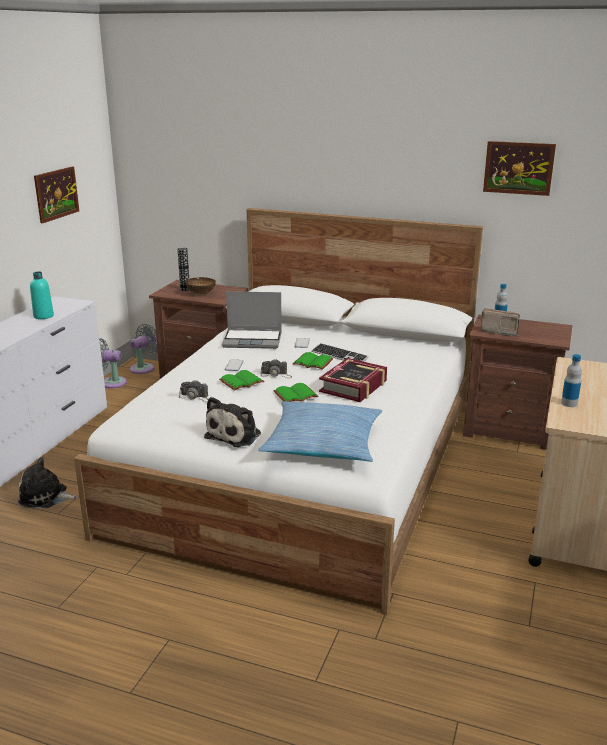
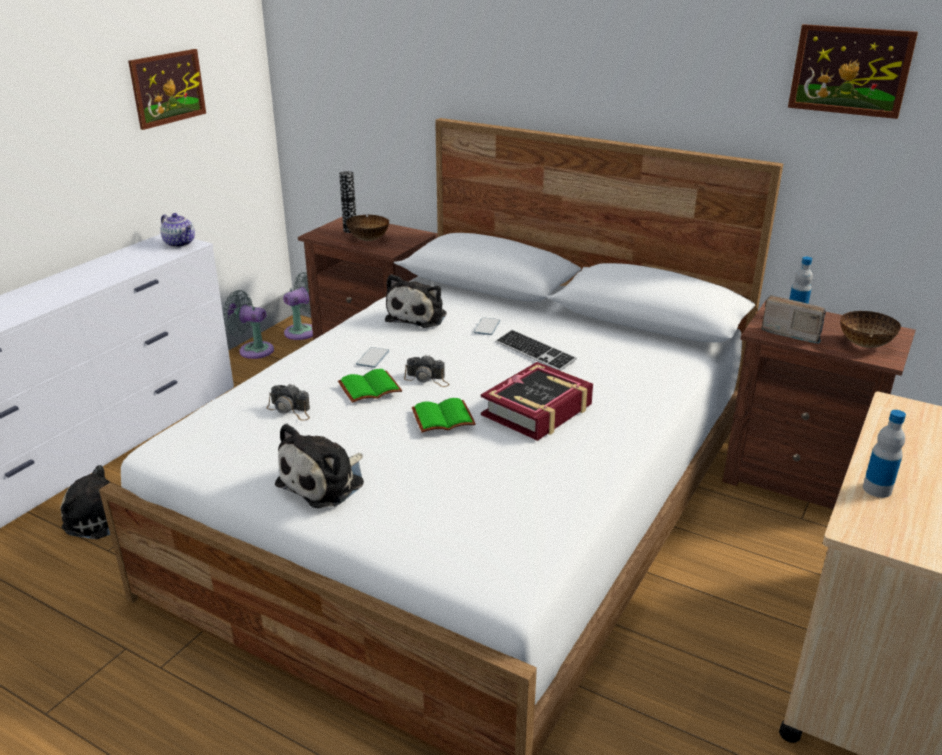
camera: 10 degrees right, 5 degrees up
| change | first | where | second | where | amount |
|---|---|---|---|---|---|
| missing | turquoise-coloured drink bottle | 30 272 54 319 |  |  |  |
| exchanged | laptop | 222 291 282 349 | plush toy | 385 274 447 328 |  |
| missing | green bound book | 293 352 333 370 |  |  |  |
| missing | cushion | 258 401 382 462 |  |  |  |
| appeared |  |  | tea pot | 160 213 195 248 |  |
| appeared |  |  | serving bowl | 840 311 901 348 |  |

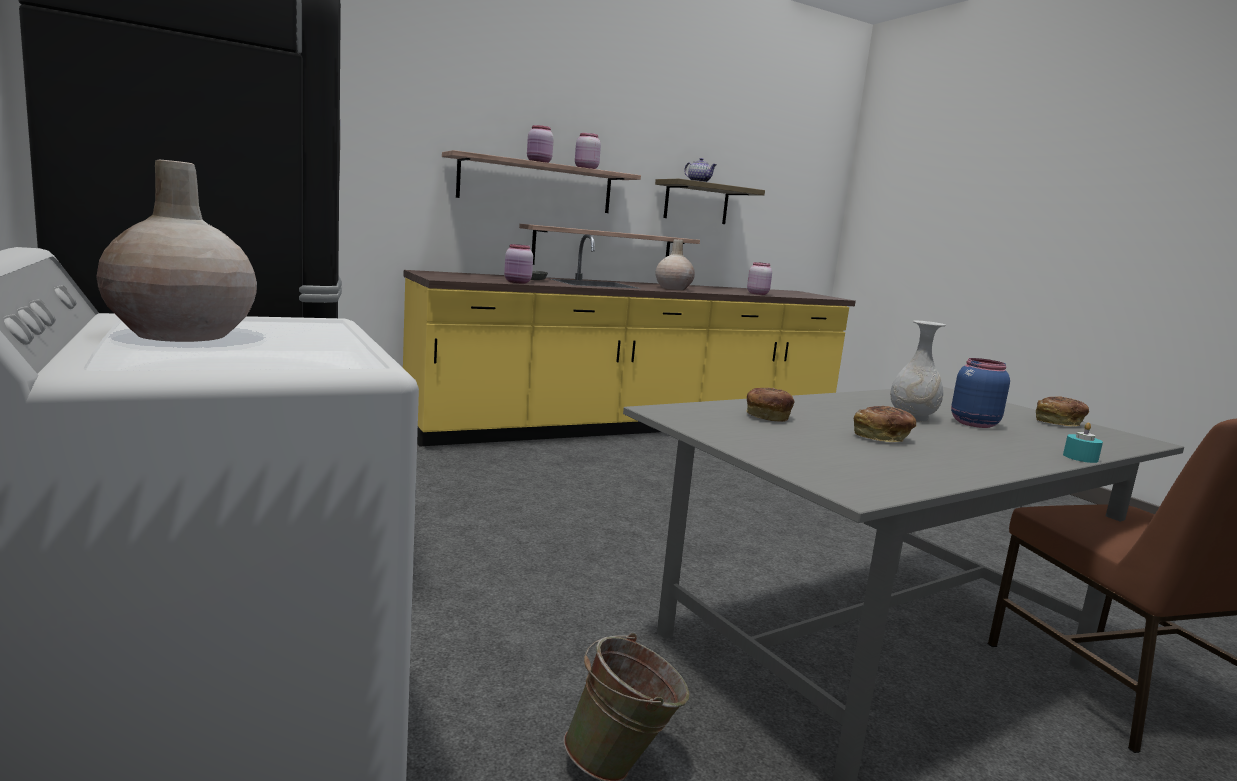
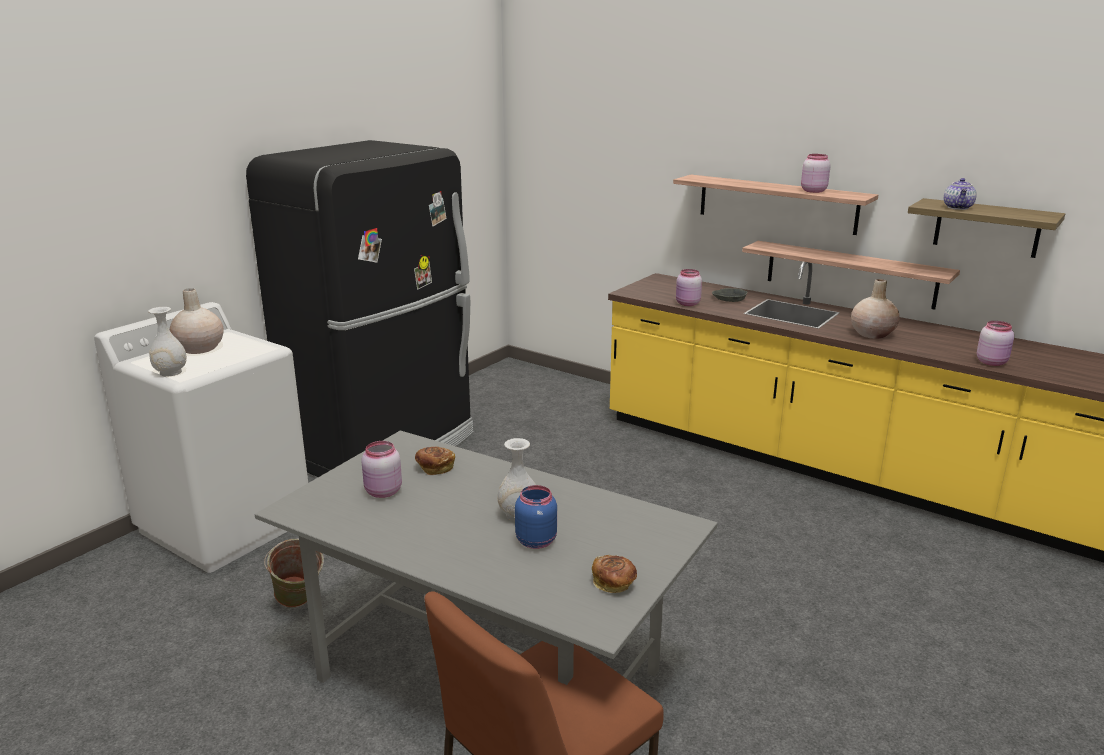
camera: 65 degrees right, 10 degrees up
| change | first | where | second | where | amount |
|---|---|---|---|---|---|
| relocated | pinkish jar | 527 125 554 163 |  | 361 441 402 498 |  |
| missing | baked bread | 854 406 916 442 |  |  |  |
| missing | turquoise-coloured candle | 1063 422 1103 463 |  |  |  |
| appeared |  |  | white-coloured decorative vase | 148 307 187 377 |  |

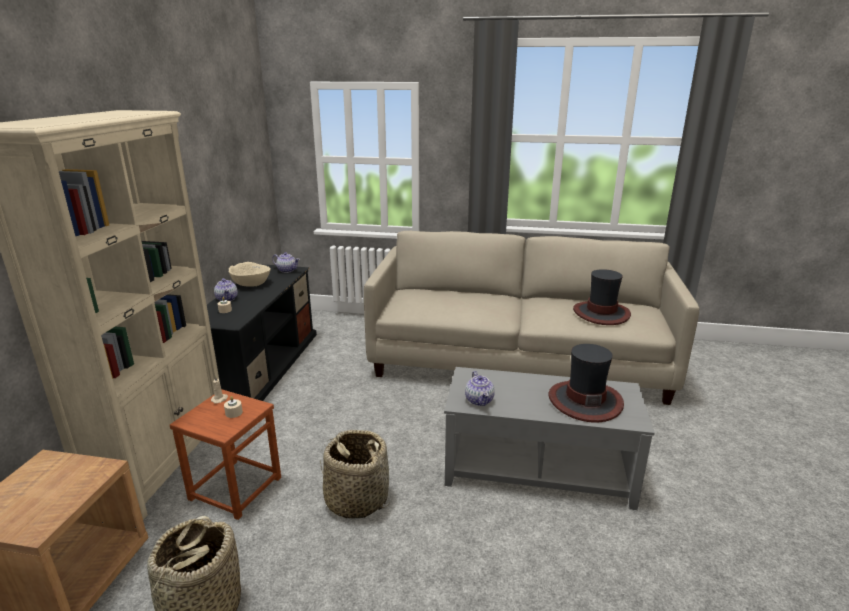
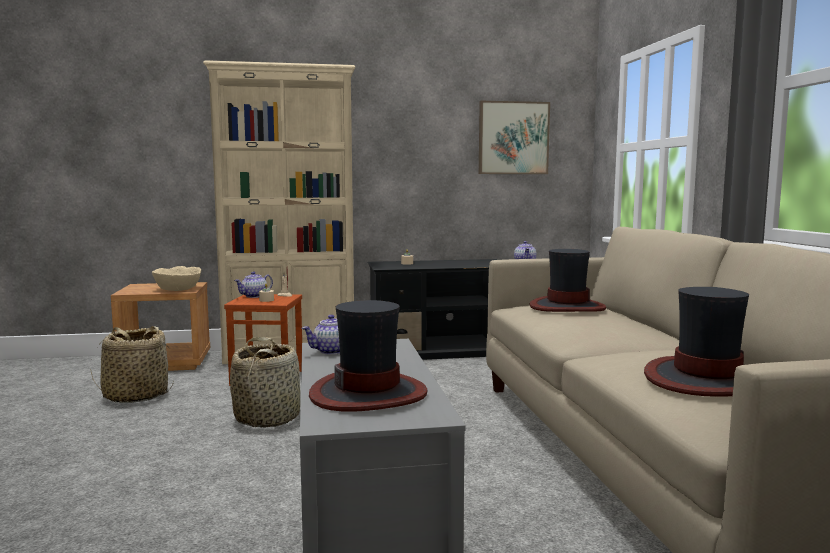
camera: 70 degrees right, 15 degrees down
| change | first | where | second | where | amount |
|---|---|---|---|---|---|
| relocated | beige serving bowl | 229 262 271 287 |  | 152 266 201 291 |  |
| relocated | tea pot | 214 278 238 301 |  | 234 272 273 298 |  |
| appeared |  |  | picture | 479 101 550 174 |  |
| appeared |  |  | clothing hat | 529 249 606 312 |  |

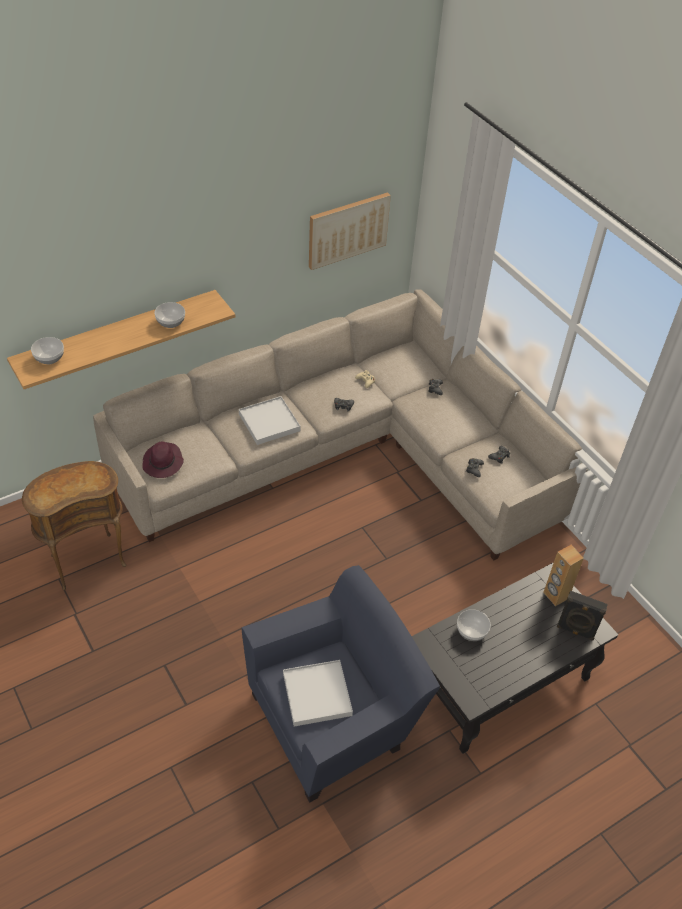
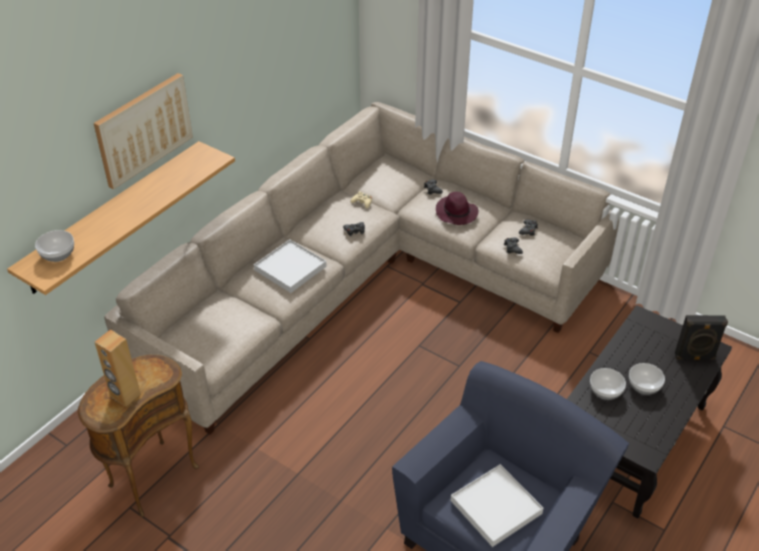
camera: 20 degrees left, 5 degrees down
| change | first | where | second | where | amount |
|---|---|---|---|---|---|
| relocated | picture | 309 192 391 270 |  | 94 73 193 189 |  |
| relocated | serving bowl | 154 302 185 328 |  | 629 363 665 395 |  |
| relocated | purplish clothing hat | 142 441 184 478 |  | 436 192 478 225 |  |
| relocated | brownish audio speaker | 543 545 584 606 |  | 95 329 141 407 |  |

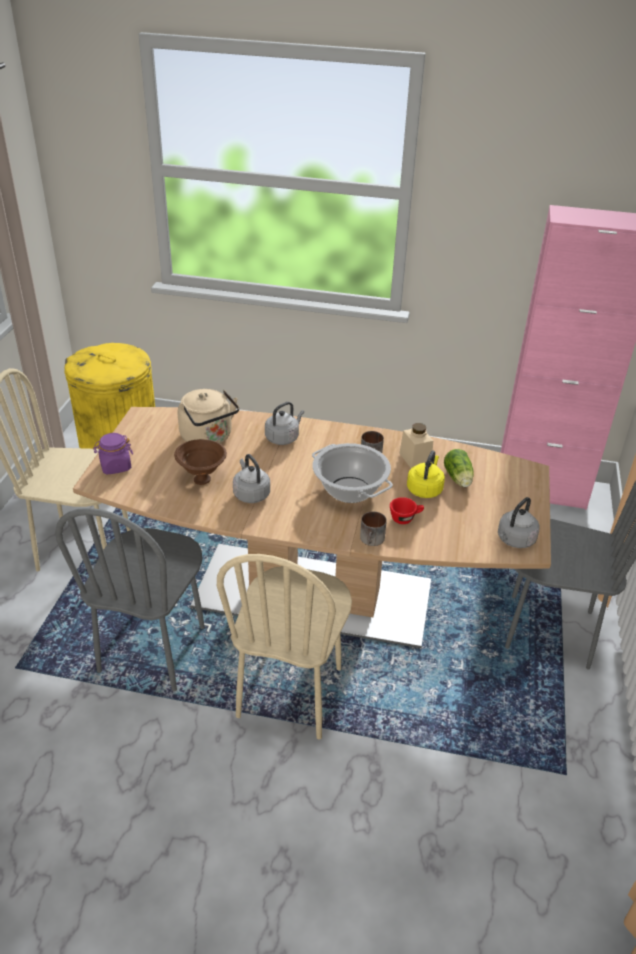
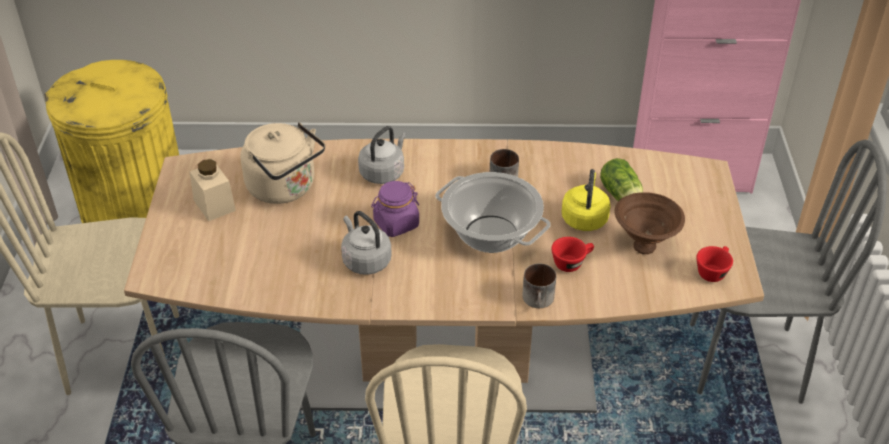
camera: 10 degrees left, 5 degrees up
| change | first | where | second | where | amount |
|---|---|---|---|---|---|
| relocated | beige jar | 399 423 433 468 |  | 189 159 236 221 |  |
| relocated | purplish jar | 93 433 133 474 |  | 371 181 419 237 |  |
| relocated | brownish serving bowl | 174 439 227 485 |  | 615 192 685 254 |  |
| exchanged | grey water kettle | 498 497 540 548 | red cup | 696 246 733 282 |  |

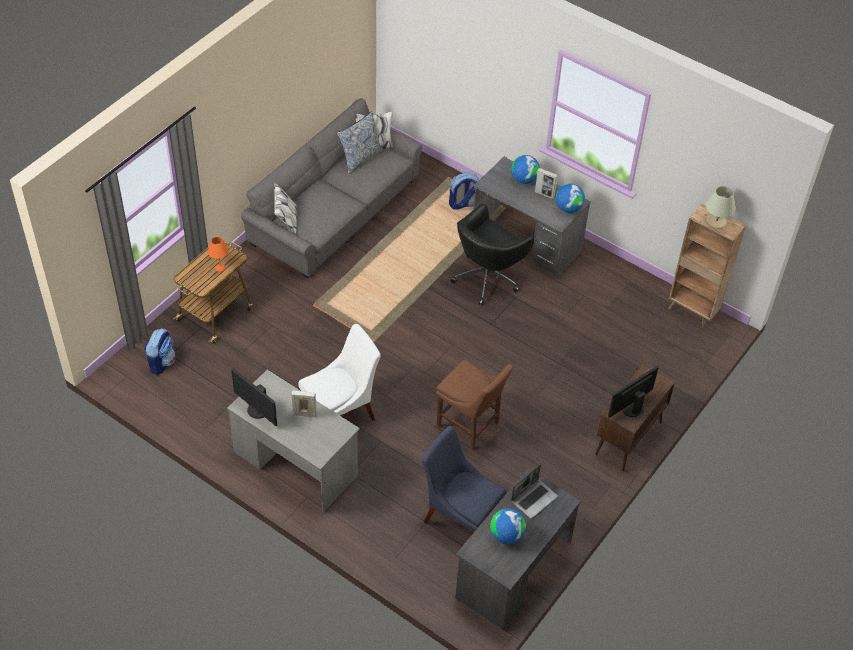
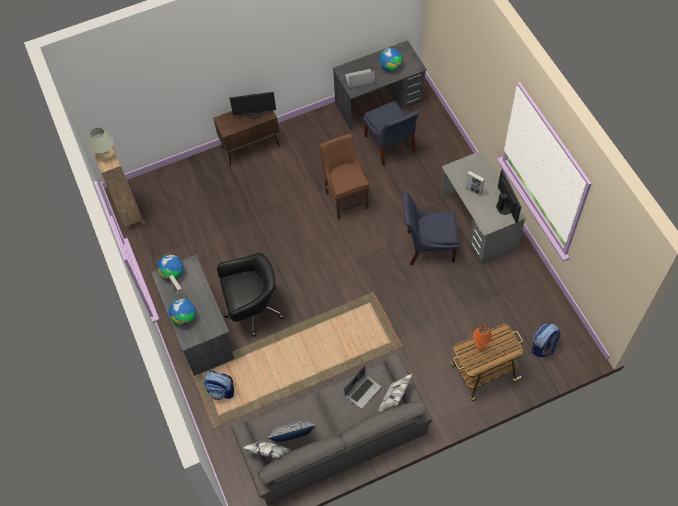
camera: 145 degrees left, 10 degrees up
| change | first | where | second | where | amount |
|---|---|---|---|---|---|
| colour | white-coloured plain chair | 298 324 380 421 | bluish plain chair | 403 192 458 265 |  |
| appeared |  |  | laptop | 344 366 381 409 |  |

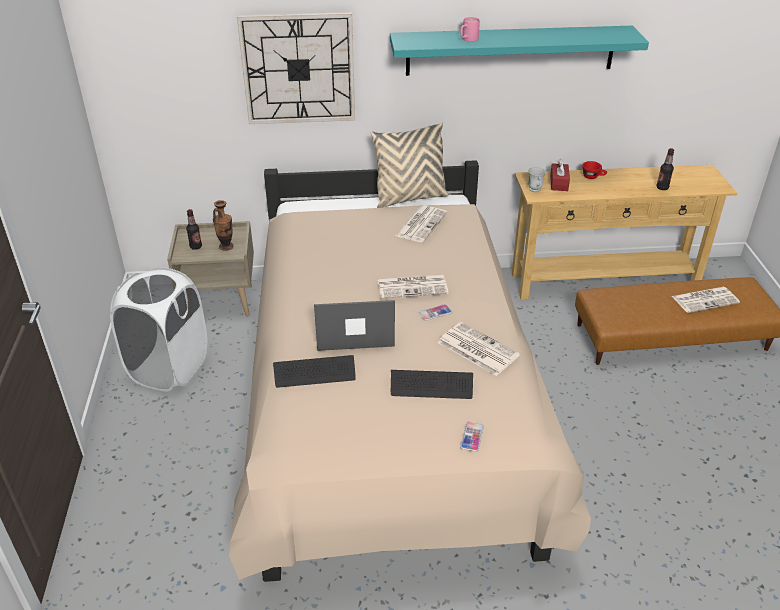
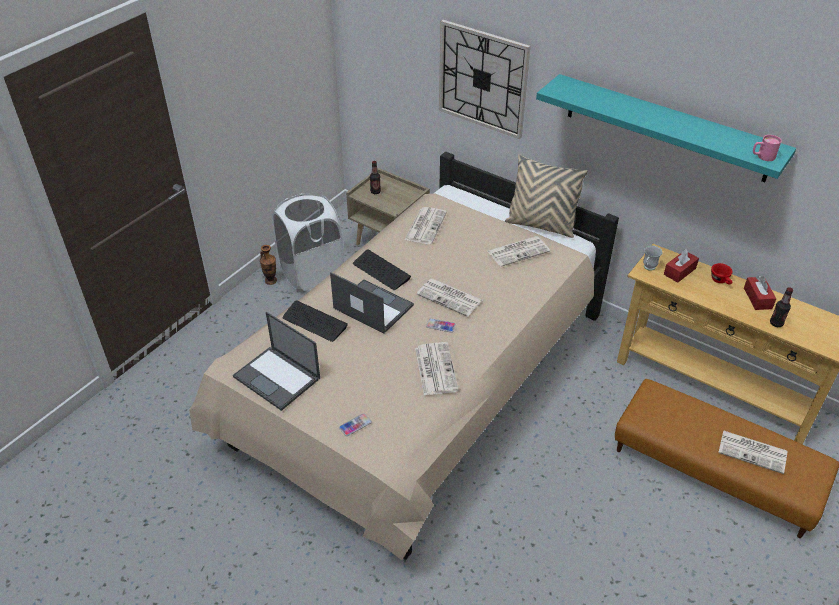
camera: 40 degrees right, 5 degrees up
| change | first | where | second | where | amount |
|---|---|---|---|---|---|
| relocated | pinkish tea mug | 460 17 480 41 |  | 753 135 782 161 |  |
| relocated | decorative vase | 213 200 233 251 |  | 260 245 277 285 |  |
| relocated | keyboard | 391 370 473 399 |  | 353 250 411 290 |  |
| appeared |  |  | printed paper | 405 207 447 244 |  |
| appeared |  |  | red tissue holder | 744 276 776 310 |  |
| appeared |  |  | laptop | 233 312 320 411 |  |

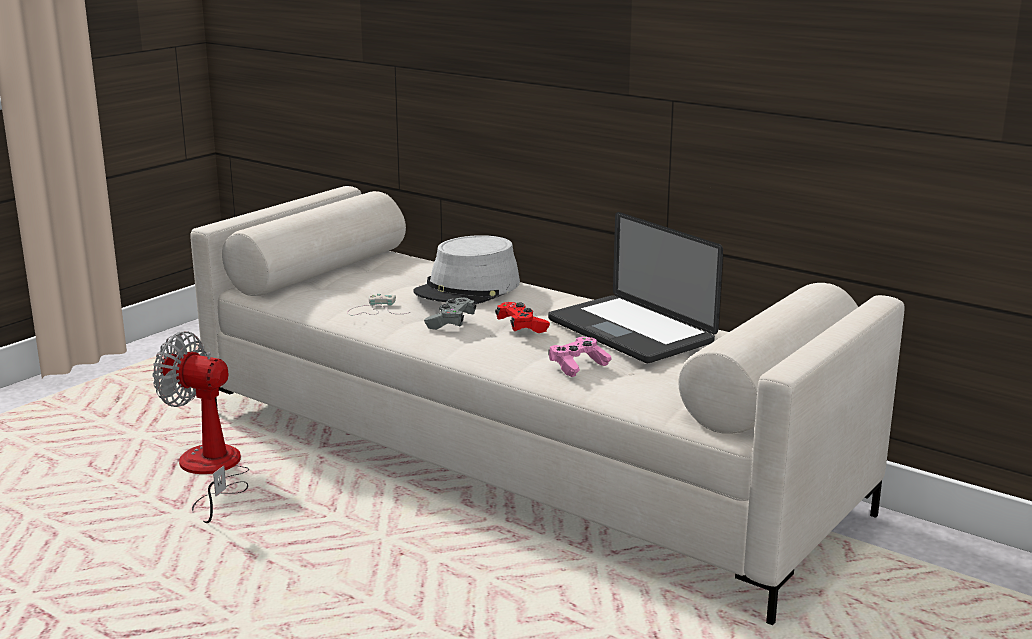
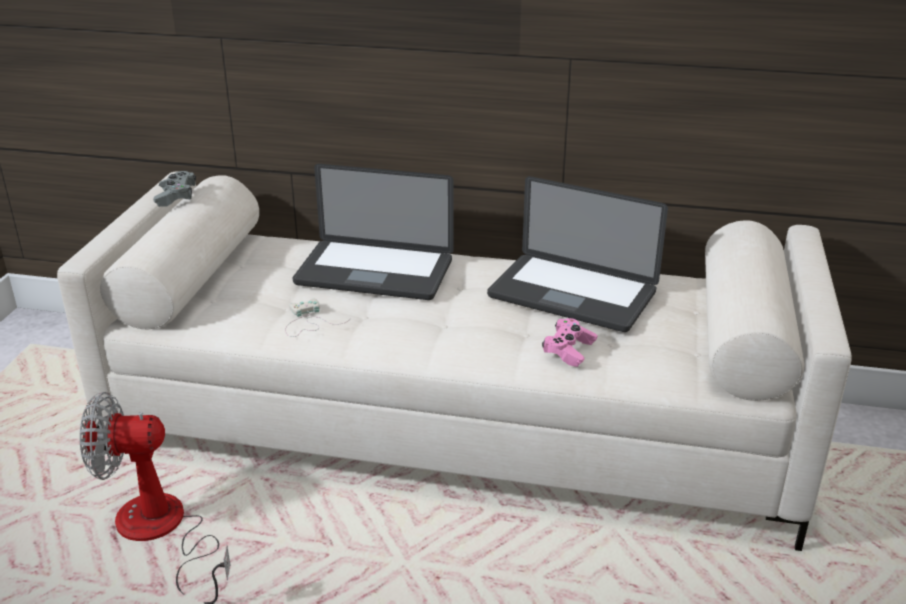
camera: 25 degrees left, 10 degrees up
| change | first | where | second | where | amount |
|---|---|---|---|---|---|
| exchanged | grey clothing hat | 413 235 520 304 | laptop | 293 164 454 300 |  |
| relocated | grey gamepad | 424 297 476 330 |  | 153 171 196 207 |  |
| missing | red gamepad | 495 302 550 333 |  |  |  |

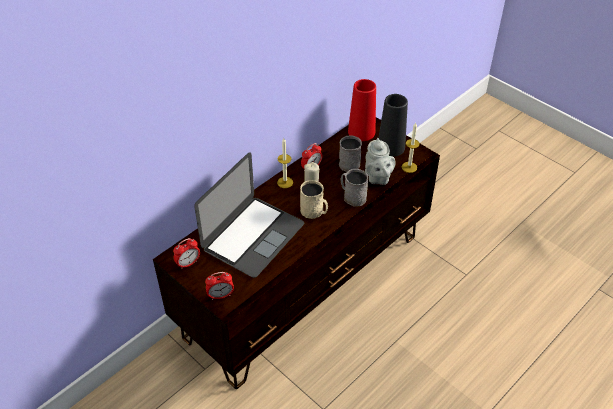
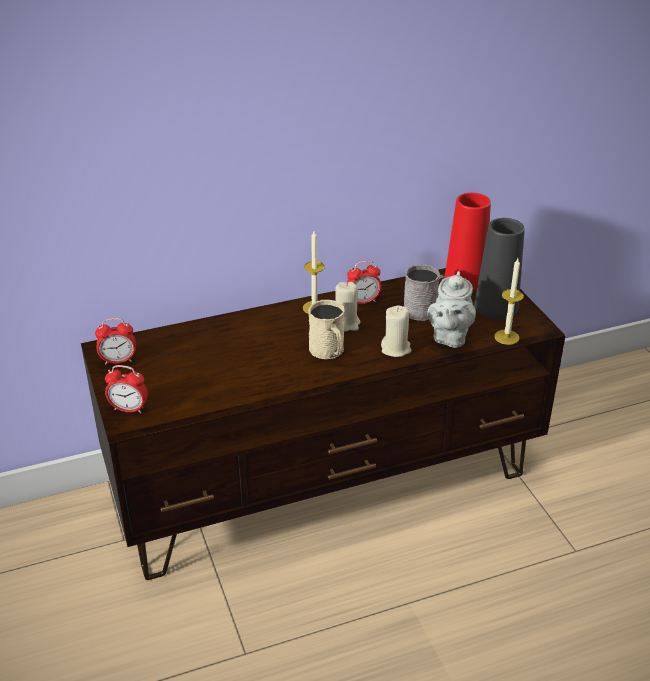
camera: 25 degrees right, 10 degrees down
| change | first | where | second | where | amount |
|---|---|---|---|---|---|
| missing | laptop | 194 152 304 278 |  |  |  |
| exchanged | grey tea mug | 341 169 368 207 | beige candle | 381 306 411 357 |  |

